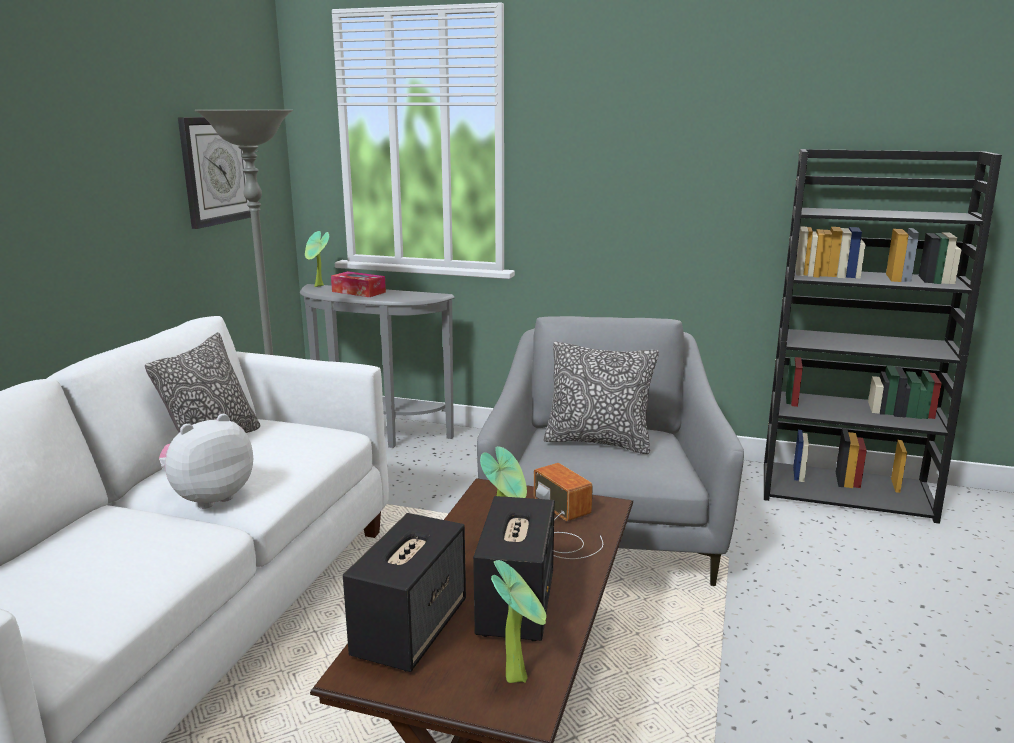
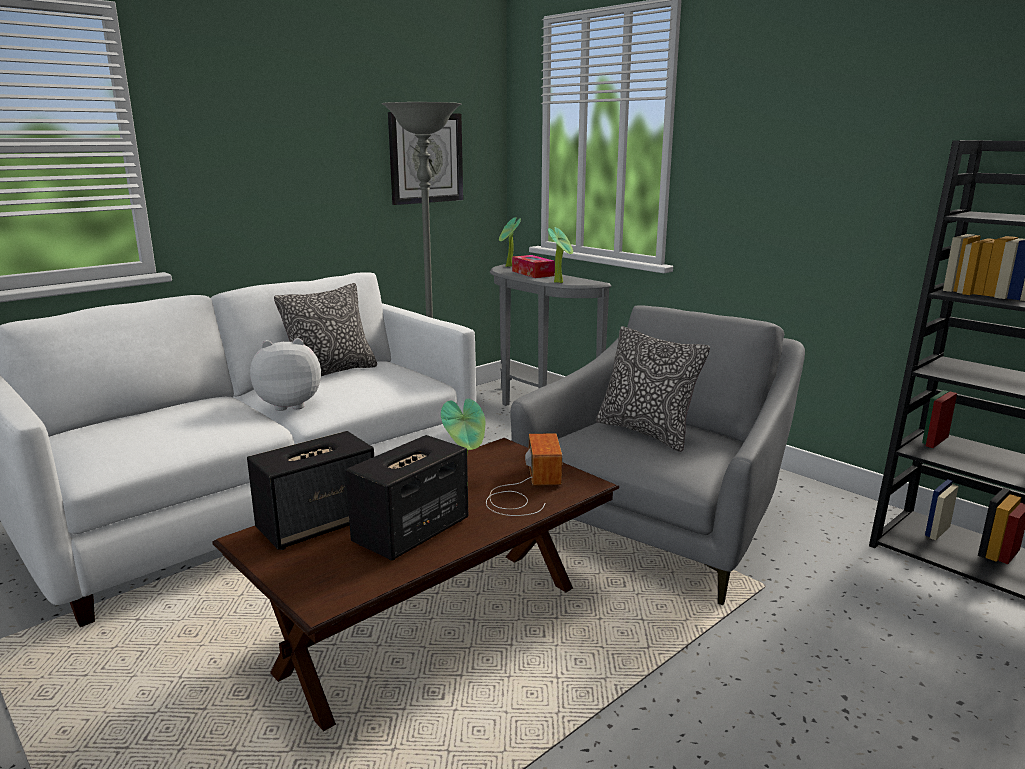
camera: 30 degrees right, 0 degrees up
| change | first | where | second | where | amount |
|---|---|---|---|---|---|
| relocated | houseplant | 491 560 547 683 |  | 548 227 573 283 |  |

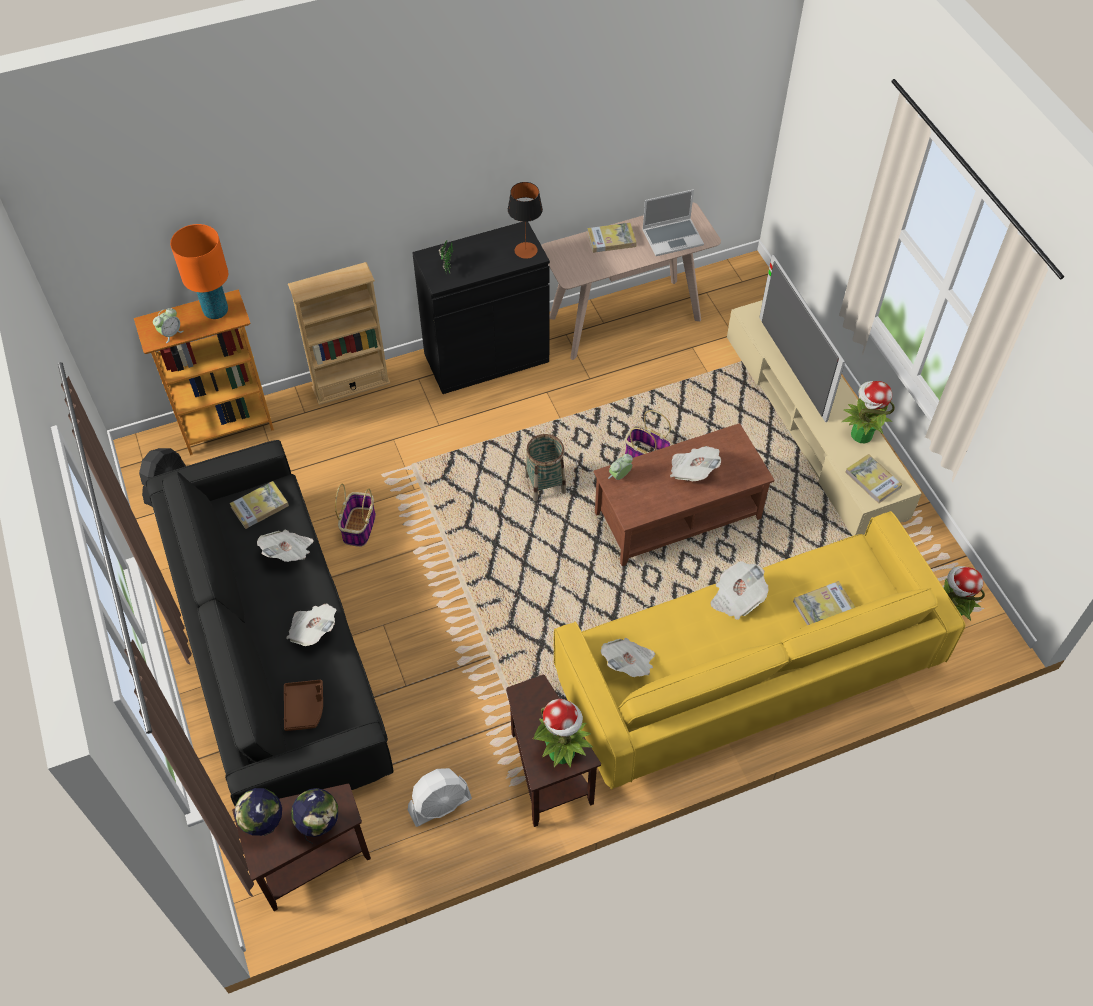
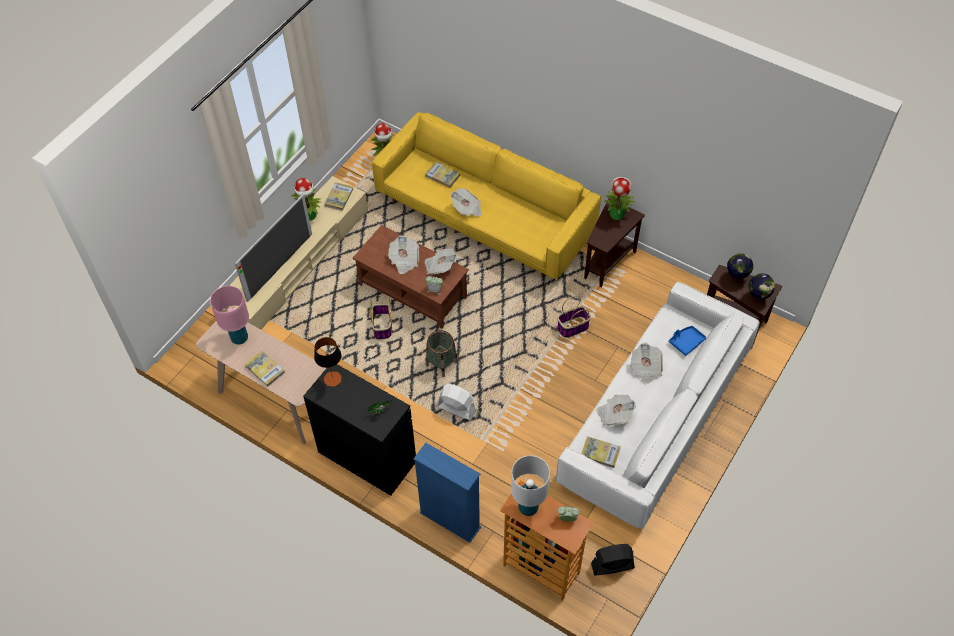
camera: 125 degrees left, 0 degrees up
| change | first | where | second | where | amount |
|---|---|---|---|---|---|
| exchanged | laptop | 642 189 704 256 | pinkish tabletop lamp | 210 286 249 345 |  |
| colour | orange tabletop lamp | 170 224 228 319 | white-coloured tabletop lamp | 511 455 550 516 |  |
| colour | beige bookcase | 288 262 391 405 | bluish bookcase | 414 443 481 543 |  |
| colour | black-coloured couch | 145 440 393 806 | white-coloured couch | 556 282 760 529 |  |
| relocated | household basket | 335 483 376 547 |  | 557 296 591 338 |  |
| relocated | printed paper | 601 638 655 677 |  | 425 249 457 274 |  |
| colour | brownish tray | 284 680 323 731 | bluish tray | 669 326 706 356 |  |
| relocated | white-coloured cooling fan | 408 768 472 827 |  | 437 384 476 420 |  |

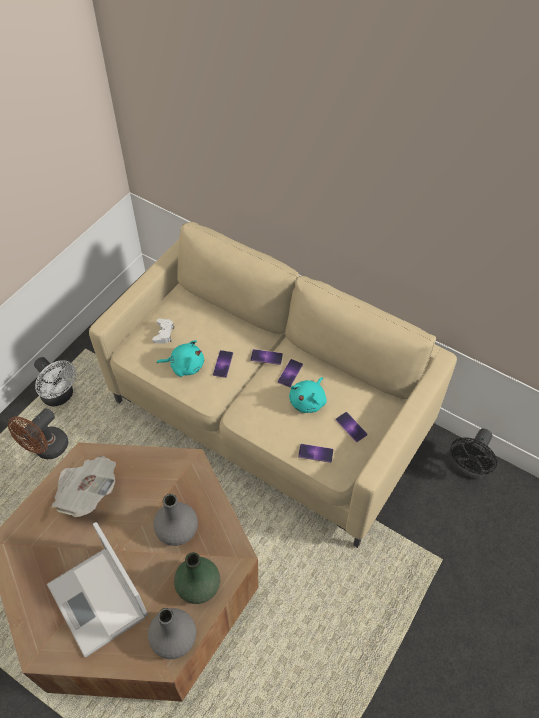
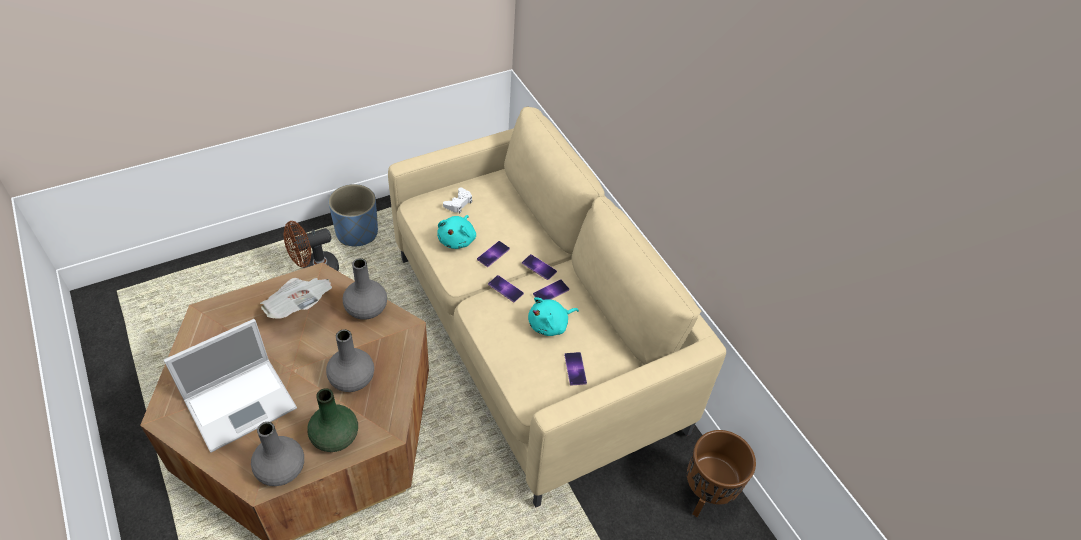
camera: 25 degrees right, 5 degrees down
| change | first | where | second | where | amount |
|---|---|---|---|---|---|
| spun | turquoise-coloured plush toy | 157 340 204 377 |  | 437 215 476 249 | 75 degrees clockwise |
| exchanged | white-coloured cooling fan | 34 357 76 407 | bluish flower pot | 329 184 378 246 |  |
| exchanged | black-coloured cooling fan | 450 428 497 480 | brownish flower pot | 687 430 756 517 |  |
| relocated | phone | 298 444 333 463 |  | 488 275 524 302 |  |
| spun | laptop | 47 522 148 657 |  | 164 319 297 453 | 120 degrees counterclockwise |
| appeared |  |  | grey decorative vase | 343 258 387 320 |  |

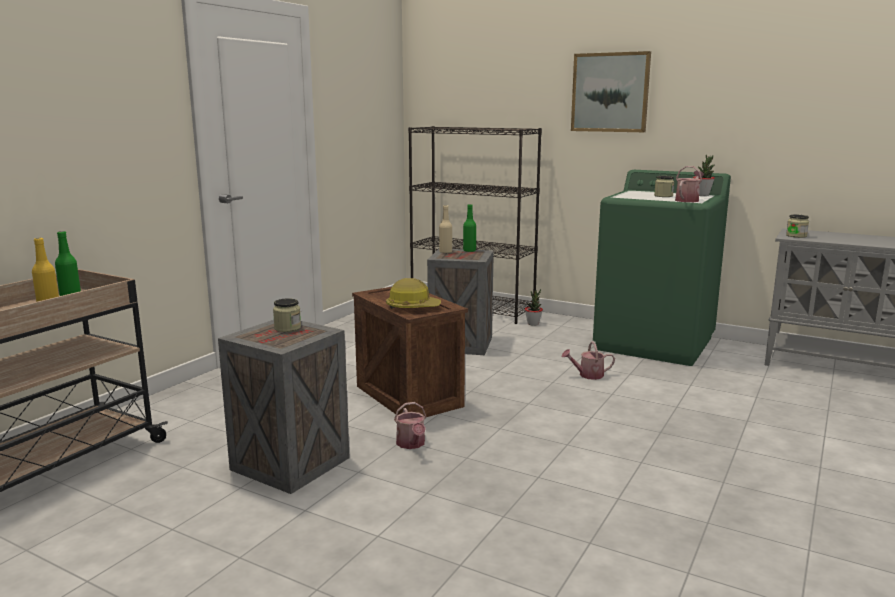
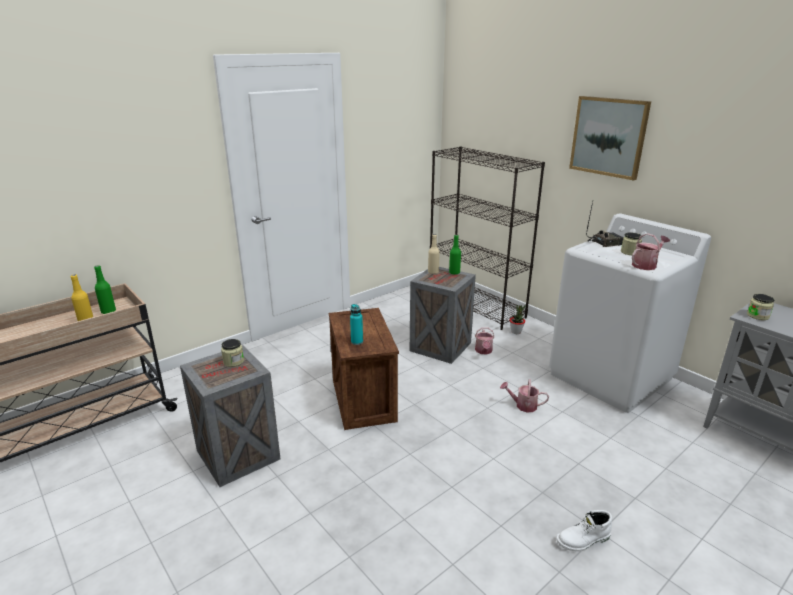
camera: 20 degrees right, 10 degrees up
| change | first | where | second | where | amount |
|---|---|---|---|---|---|
| missing | houseplant | 693 155 715 196 |  |  |  |
| colour | green laundry appliance | 593 170 731 366 | white-coloured laundry appliance | 549 214 711 413 |  |
| exchanged | hard hat | 386 278 441 309 | turquoise-coloured drink bottle | 350 304 363 345 |  |
| relocated | watering pot | 394 402 426 449 |  | 475 327 494 354 |  |
| appeared |  |  | radio receiver | 586 202 624 247 |  |
| appeared |  |  | white-coloured high-top boot | 556 510 612 551 |  |

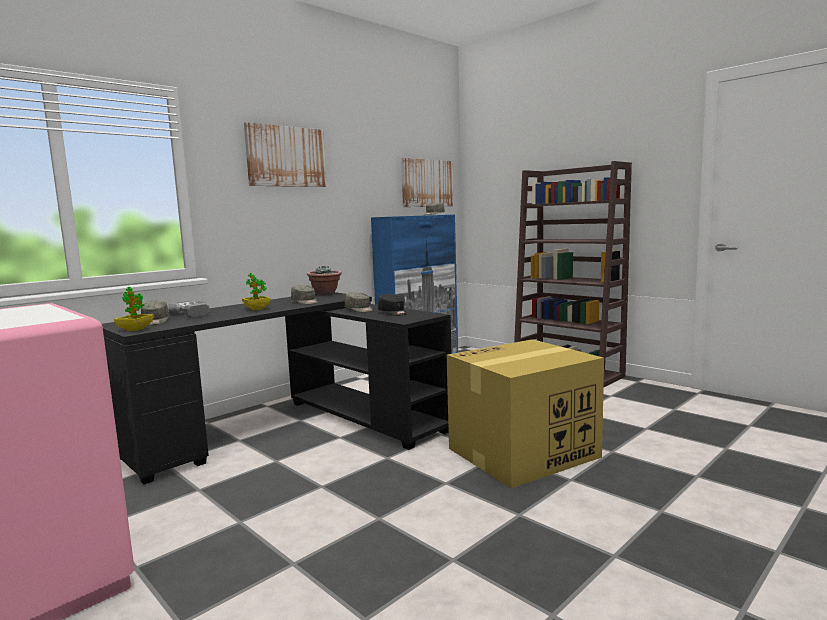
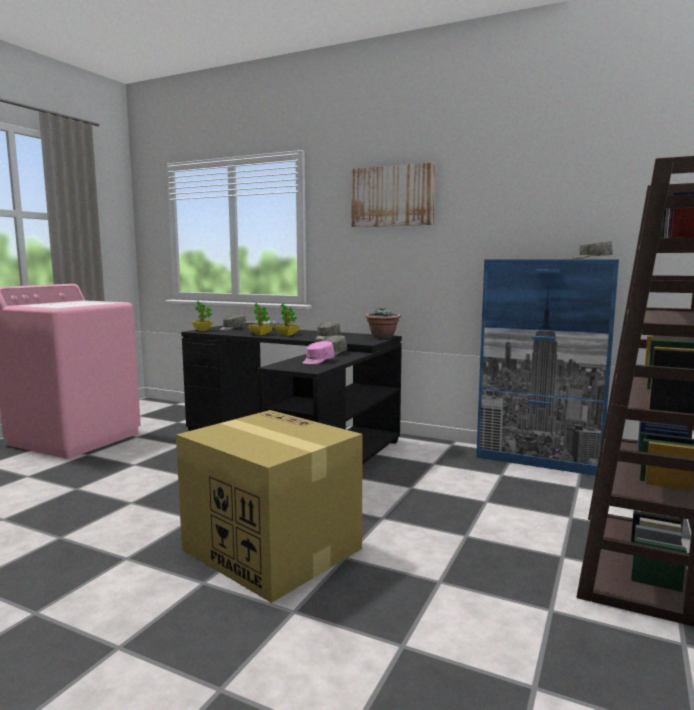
camera: 70 degrees right, 0 degrees up
| change | first | where | second | where | amount |
|---|---|---|---|---|---|
| missing | picture | 401 158 454 207 |  |  |  |
| colour | black-coloured baseball cap | 378 294 407 316 | pinkish baseball cap | 303 341 334 364 |  |
| appeared |  |  | houseplant | 248 303 273 335 |  |

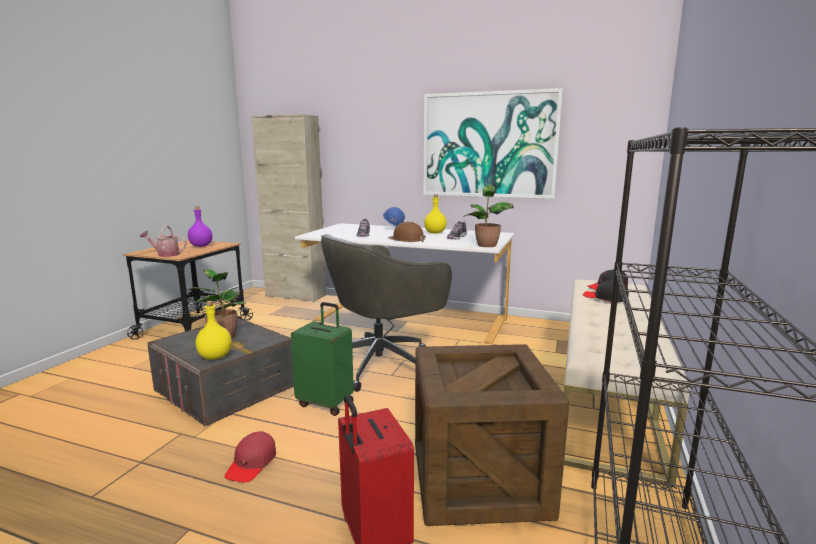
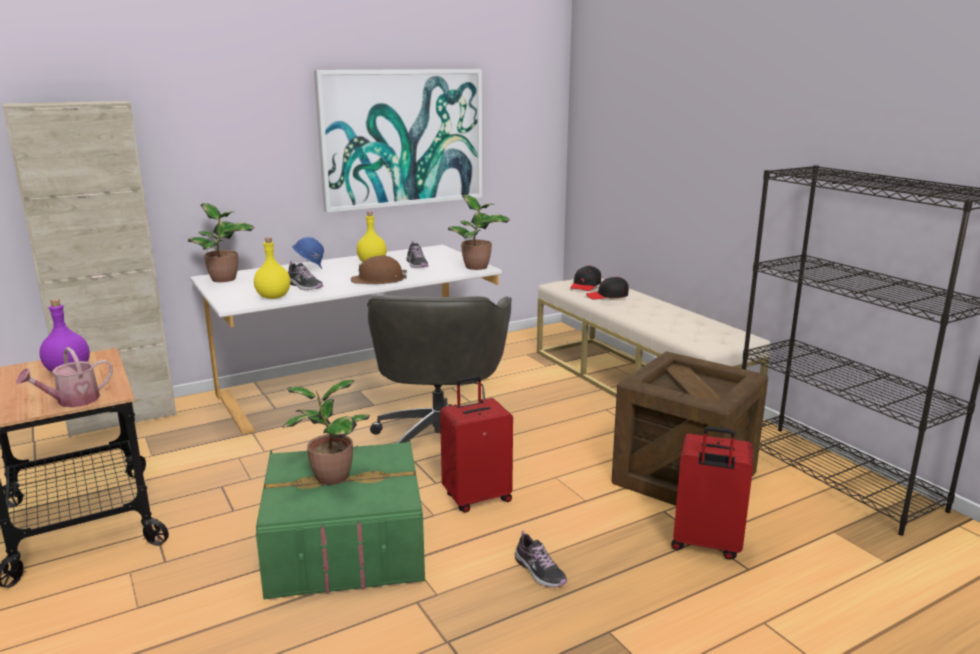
camera: 50 degrees left, 5 degrees up
| change | first | where | second | where | amount |
|---|---|---|---|---|---|
| relocated | yellow drink bottle | 196 301 232 360 |  | 254 237 290 299 |  |
| colour | green suitcase | 291 302 354 416 | red suitcase | 440 376 513 513 |  |
| colour | grey storage box | 148 316 294 426 | green storage box | 256 439 425 600 |  |
| exchanged | red baseball cap | 224 431 276 483 | shoe | 515 530 567 587 |  |
| appeared |  |  | houseplant | 188 203 255 282 |  |

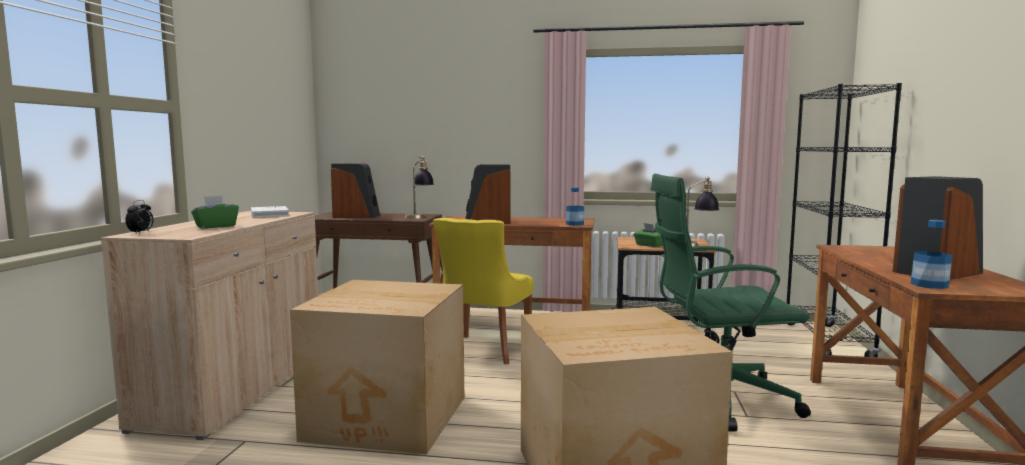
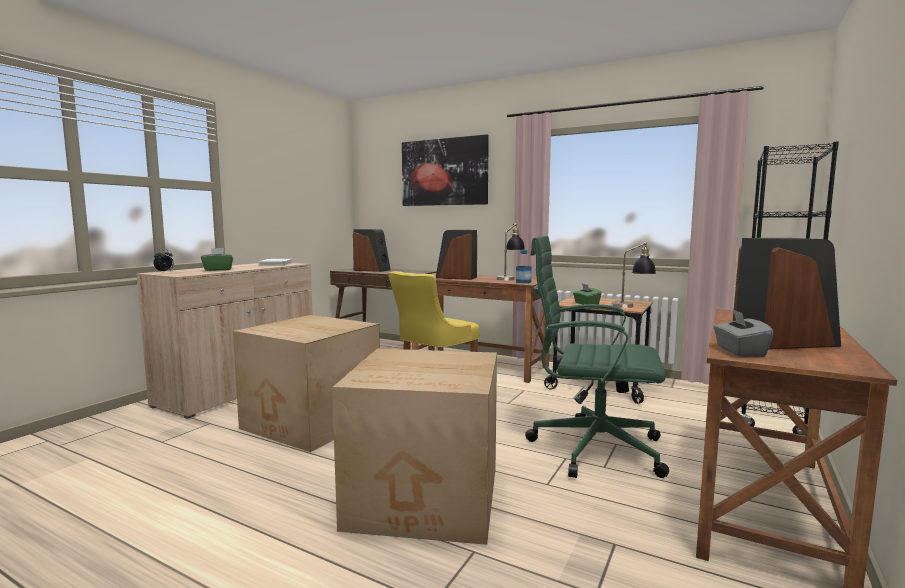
camera: 20 degrees right, 0 degrees up
| change | first | where | second | where | amount |
|---|---|---|---|---|---|
| relocated | tabletop lamp | 404 156 434 219 |  | 496 223 525 280 |  |
| exchanged | drink bottle | 911 220 952 289 | grey tissue holder | 714 309 774 357 |  |
| appeared |  |  | picture | 402 134 489 206 |  |

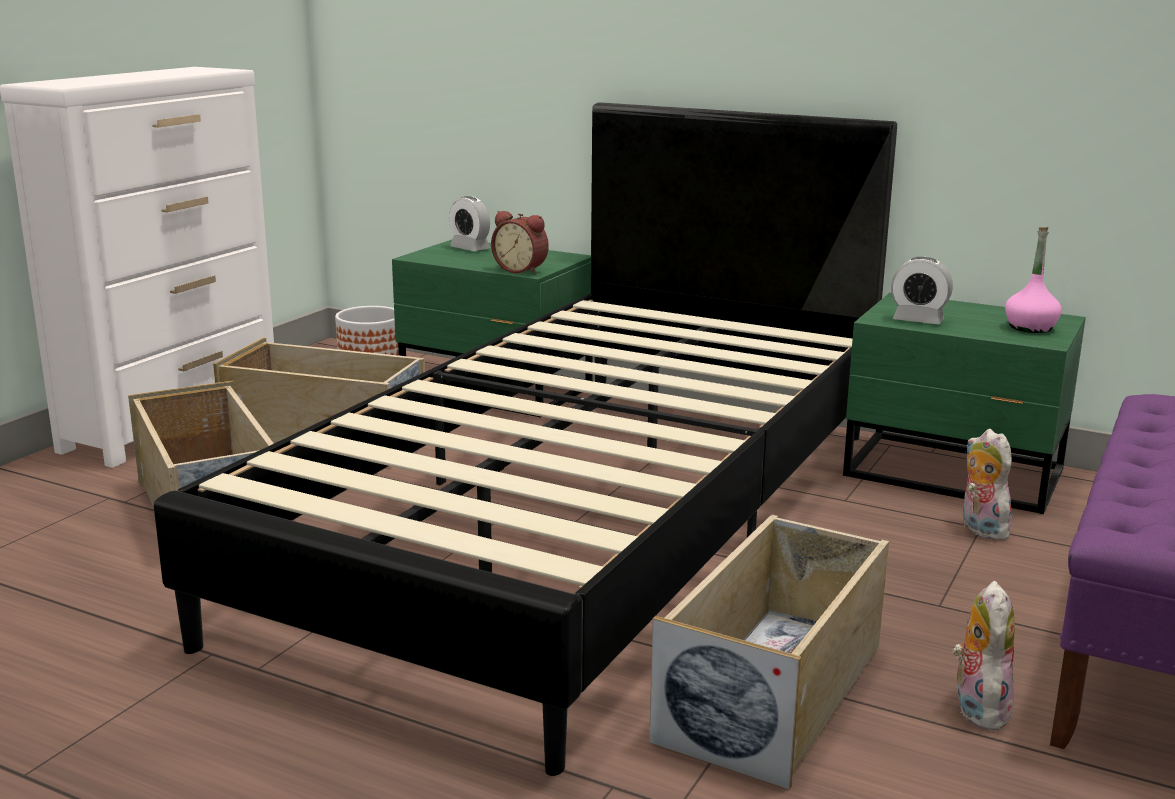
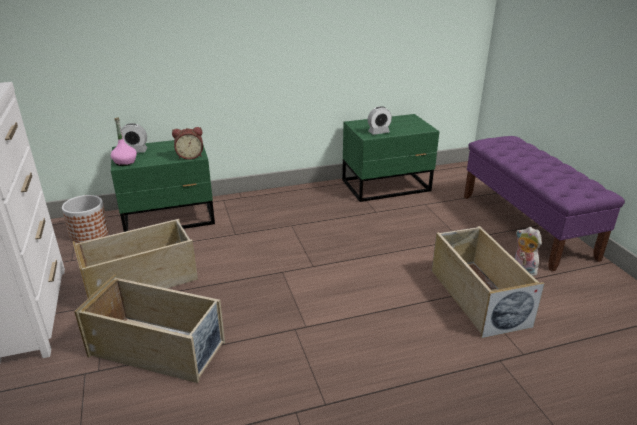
camera: 45 degrees left, 10 degrees up
| change | first | where | second | where | amount |
|---|---|---|---|---|---|
| missing | black-coloured bed | 154 102 897 776 |  |  |  |
| relocated | pinkish drink bottle | 1005 227 1062 333 |  | 111 117 137 166 |  |
| missing | plush toy | 963 429 1012 540 |  |  |  |

